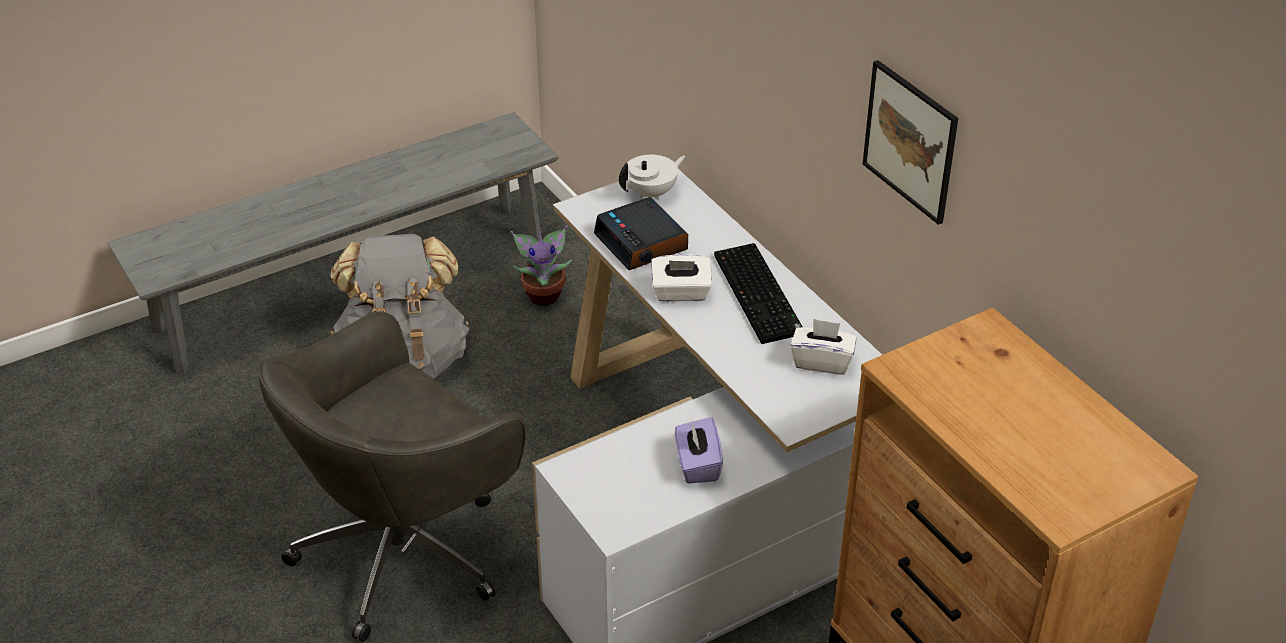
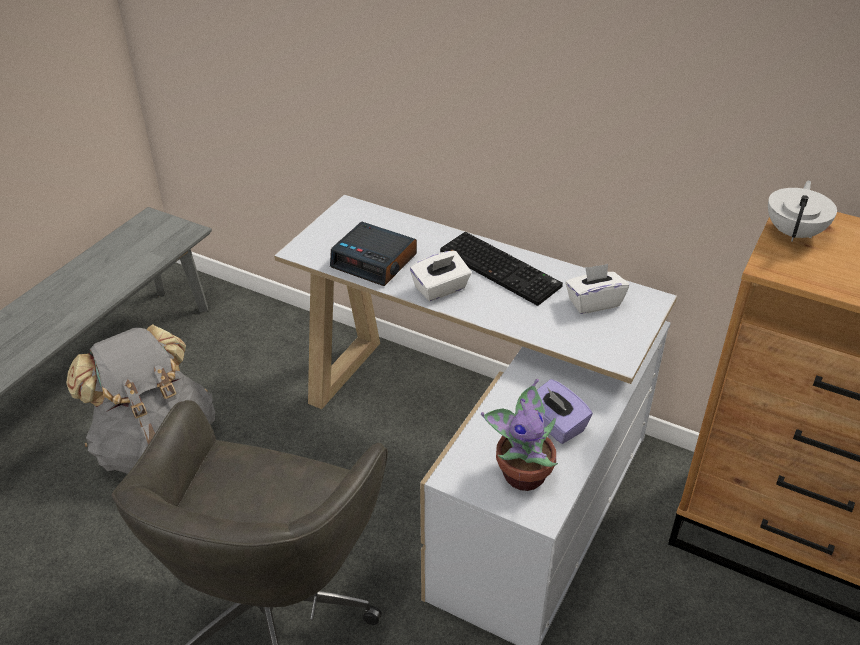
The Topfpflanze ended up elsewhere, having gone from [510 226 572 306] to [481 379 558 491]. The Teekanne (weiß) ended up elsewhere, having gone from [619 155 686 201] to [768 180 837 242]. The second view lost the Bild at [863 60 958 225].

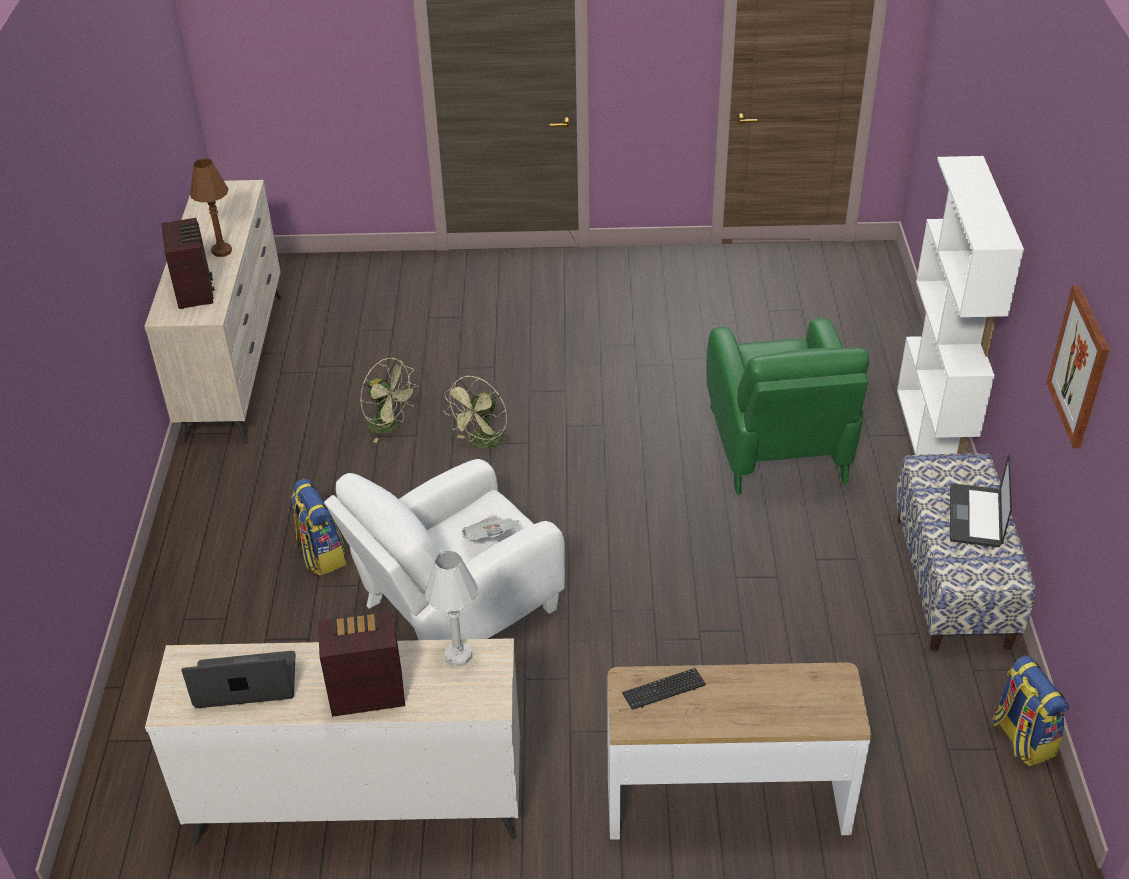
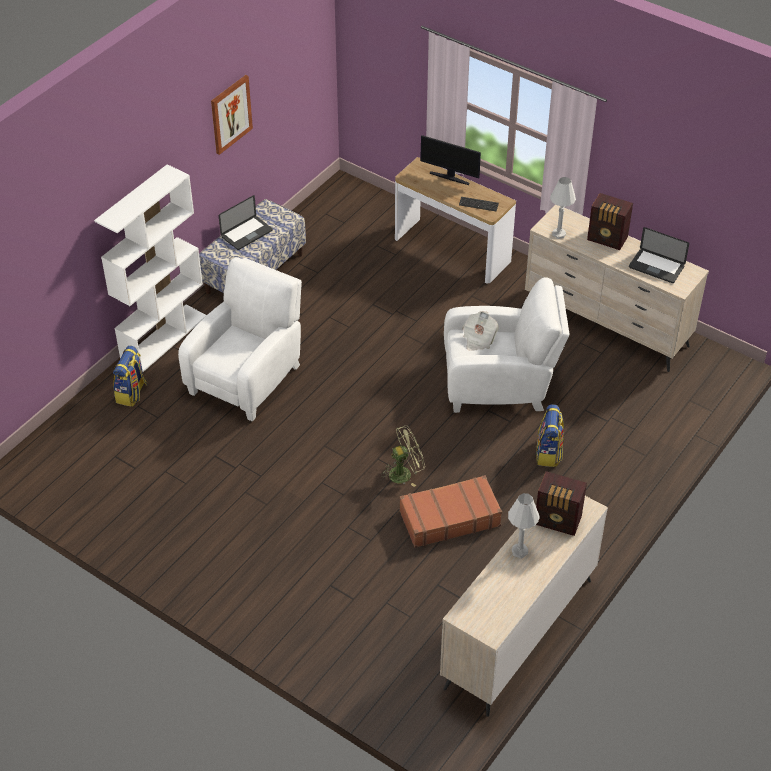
The Radio at [161 218 215 309] ended up facing another way, 90 degrees counterclockwise from before. What was the Tischlampe (braun) at [190 159 232 257] turned into the Tischlampe (weiß) at [508 493 540 559]. Where the Ventilator (grün) stood at [360 358 418 443], the Koffer (braun) came to stand at [400 475 502 548]. What was the Sessel (grün) at [706 318 869 495] turned into the Sessel (weiß) at [178 257 302 422]. The Rucksack ended up elsewhere, having gone from [992 655 1069 766] to [113 346 147 407]. The second view gained the Monitor at [420 135 481 185].

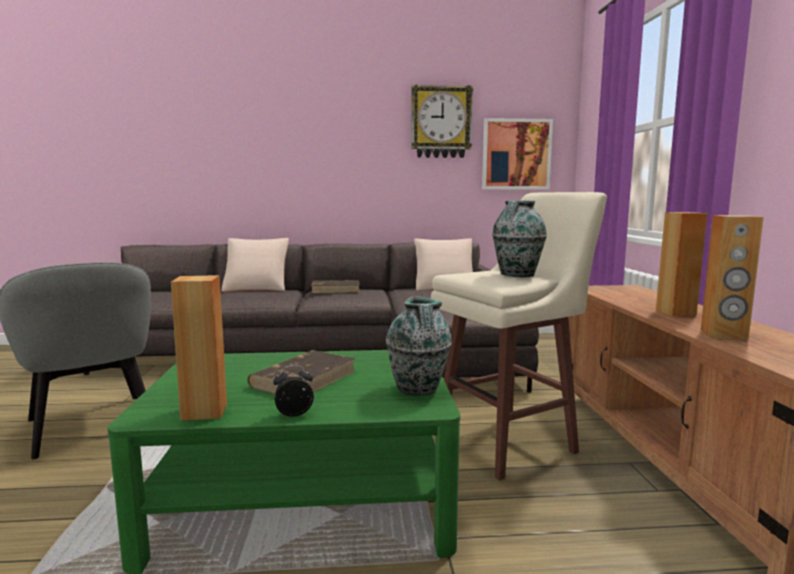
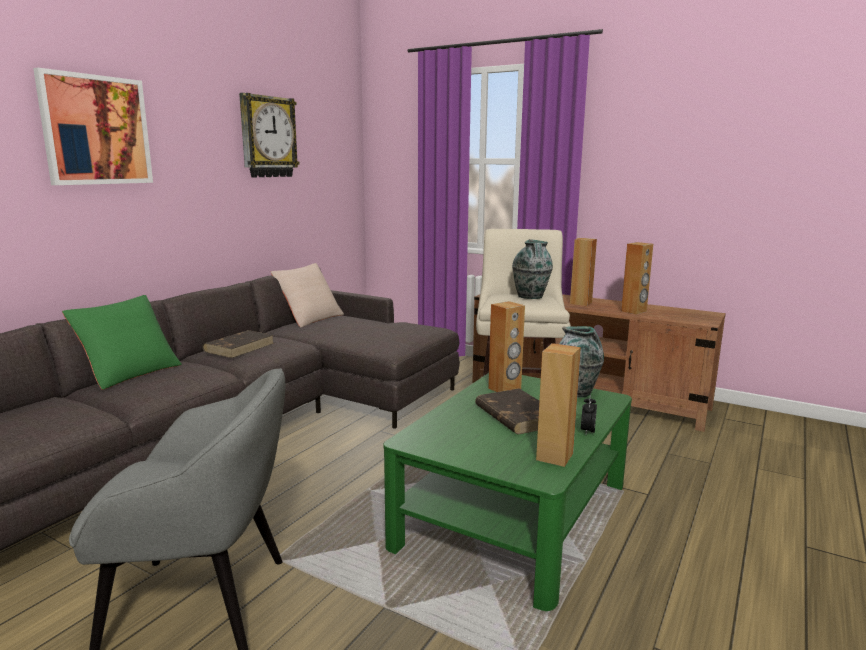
What was the Kissen (beige) at [222 238 289 292] turned into the Kissen (grün) at [62 295 182 390]. The Bild ended up elsewhere, having gone from [482 118 553 189] to [33 68 153 185]. The second view gained the Lautsprecher (braun) at [488 301 525 392].

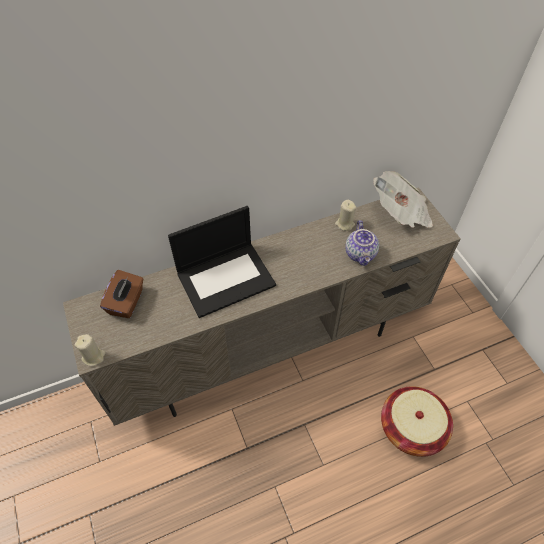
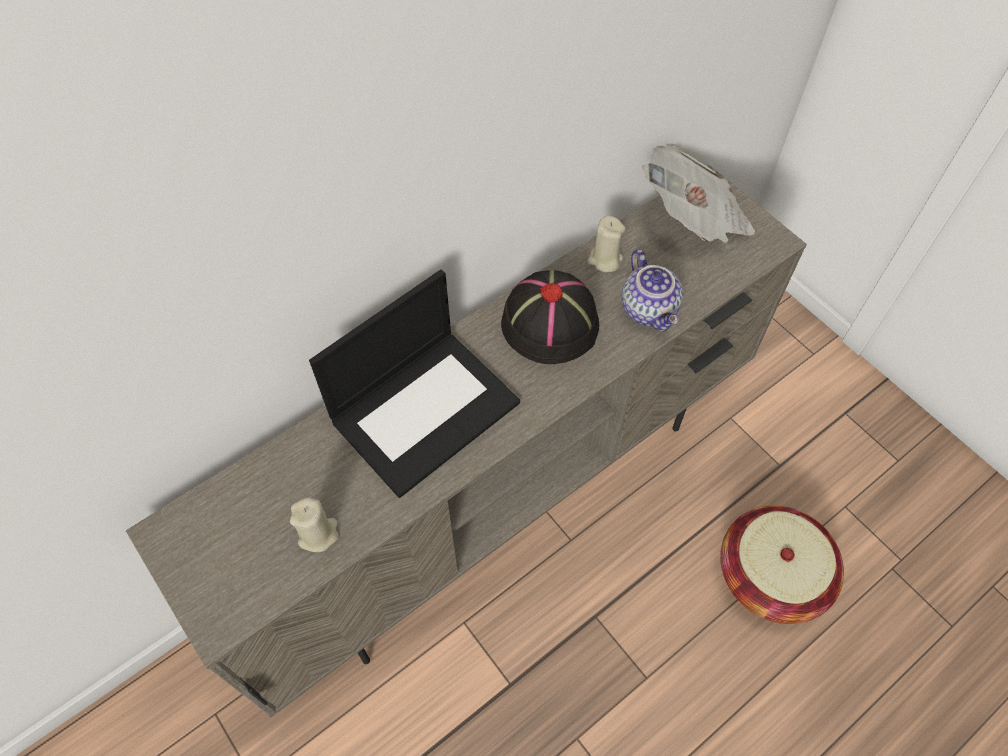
The Kerze (beige) ended up elsewhere, having gone from [74 334 106 366] to [290 497 338 552]. The second view lost the Taschentuchbox (braun) at [100 270 143 318]. The second view gained the Hut (schwarz) at [501 270 599 364].

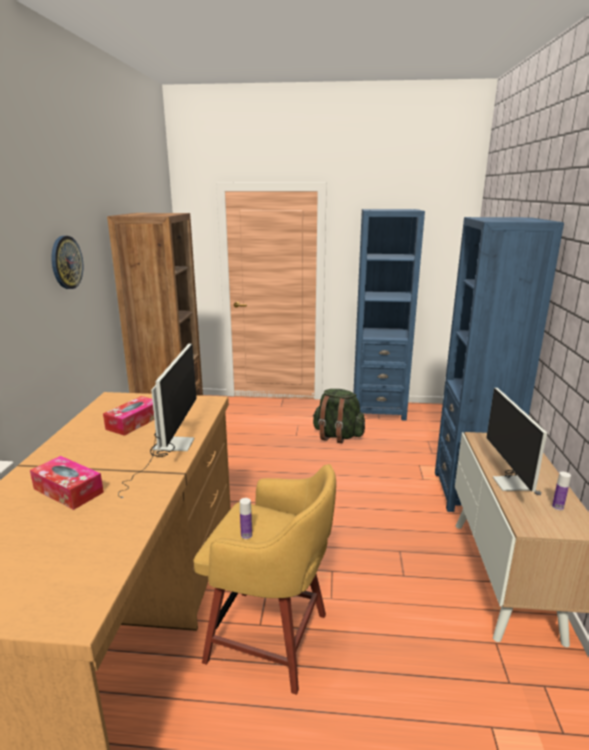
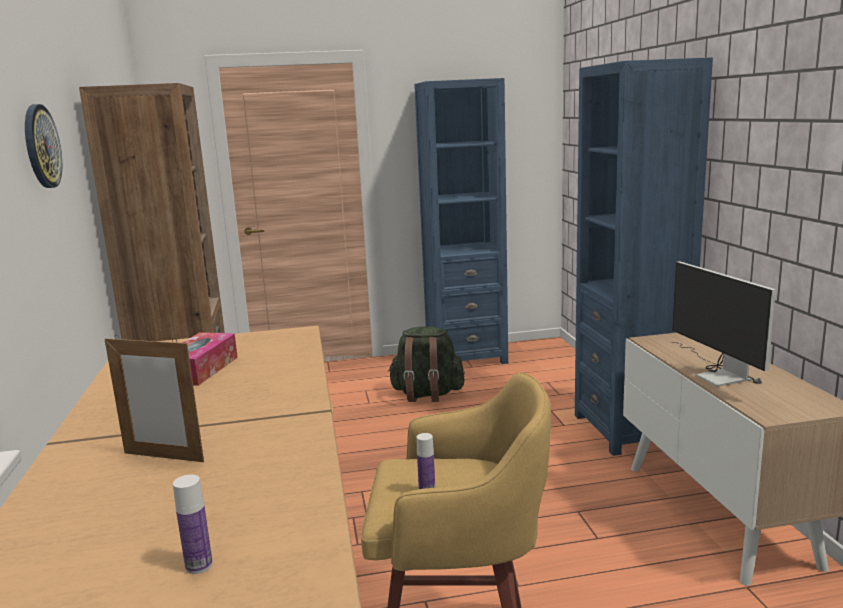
Where the Taschentuchbox stood at [30 456 104 510], the Bilderrahmen came to stand at [105 335 204 462]. The second view lost the Monitor at [118 344 197 498]. The Flasche ended up elsewhere, having gone from [552 472 571 510] to [173 475 213 574].

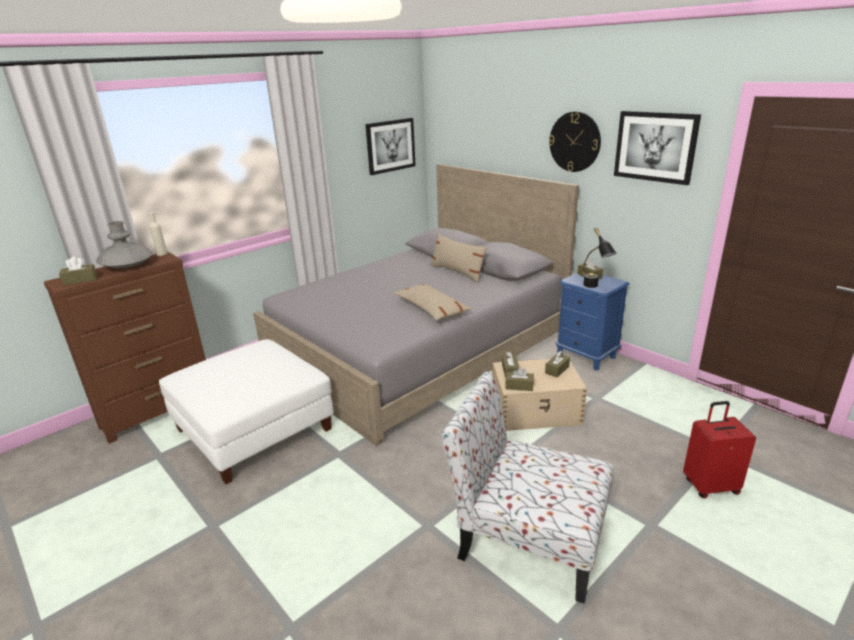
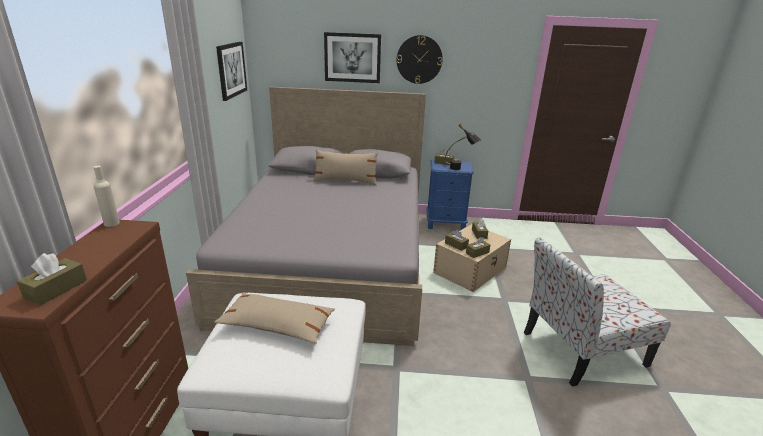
The second view lost the Vase (grau) at [96 221 152 269]. The Kissen (beige) ended up elsewhere, having gone from [393 284 472 321] to [214 292 335 344]. The Bild ended up elsewhere, having gone from [614 111 701 185] to [324 32 381 83]. The second view lost the Koffer (rot) at [683 401 756 498].

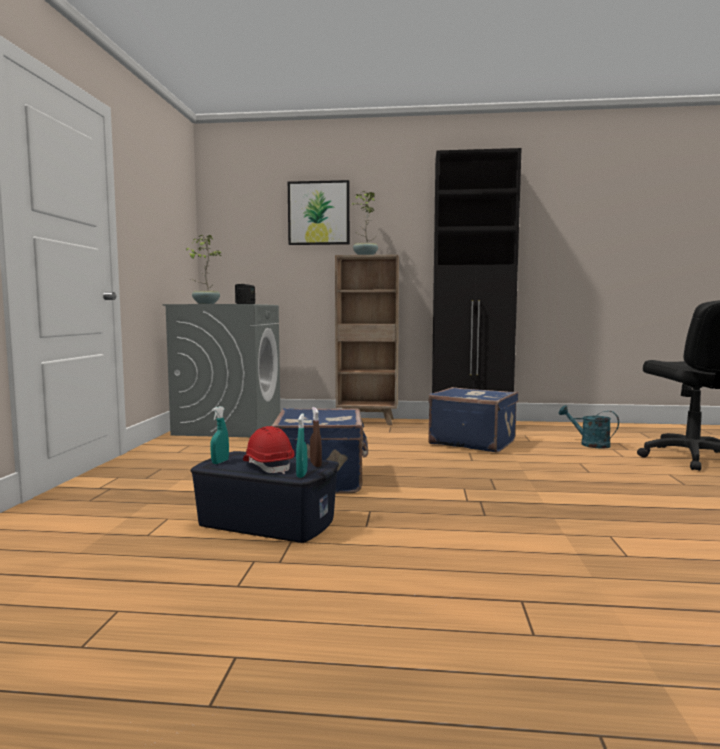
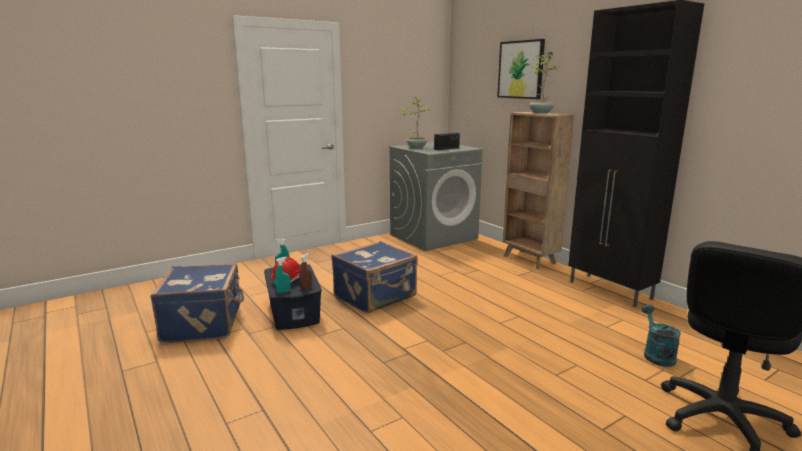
The Koffer (blau) ended up elsewhere, having gone from [428 387 518 453] to [150 263 244 343].

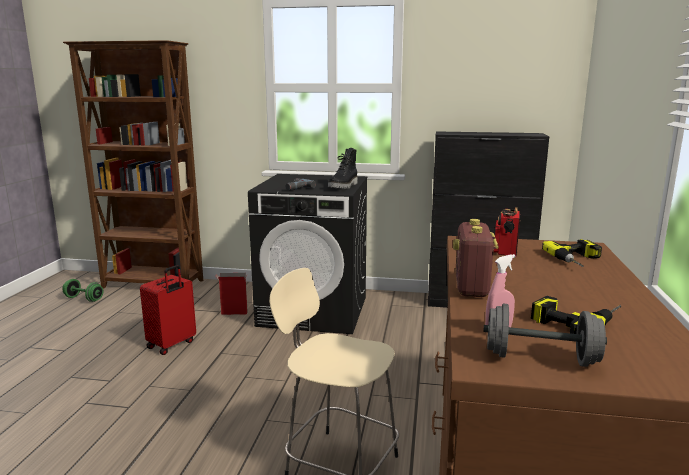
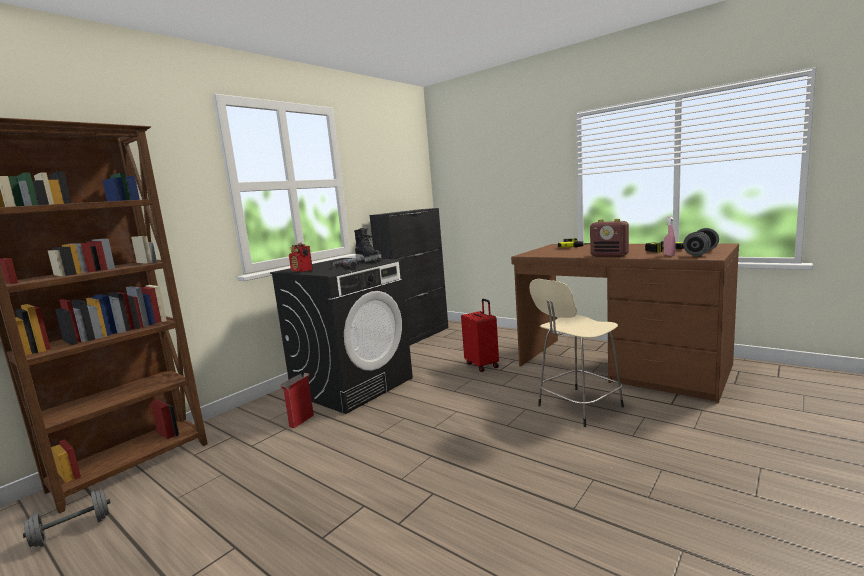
What was the Hantel (grün) at [62 279 103 302] turned into the Hantel (grau) at [23 491 110 547]. The Koffer (rot) ended up elsewhere, having gone from [140 265 196 355] to [461 299 499 372]. The Radio ended up elsewhere, having gone from [494 207 520 257] to [289 243 313 272].

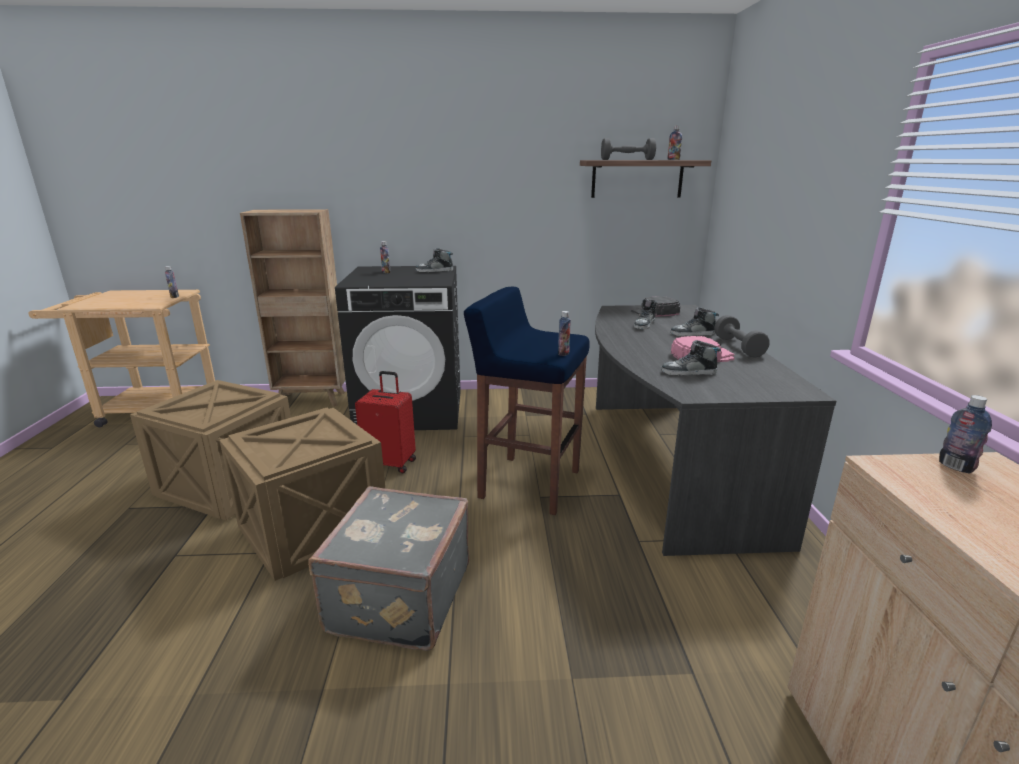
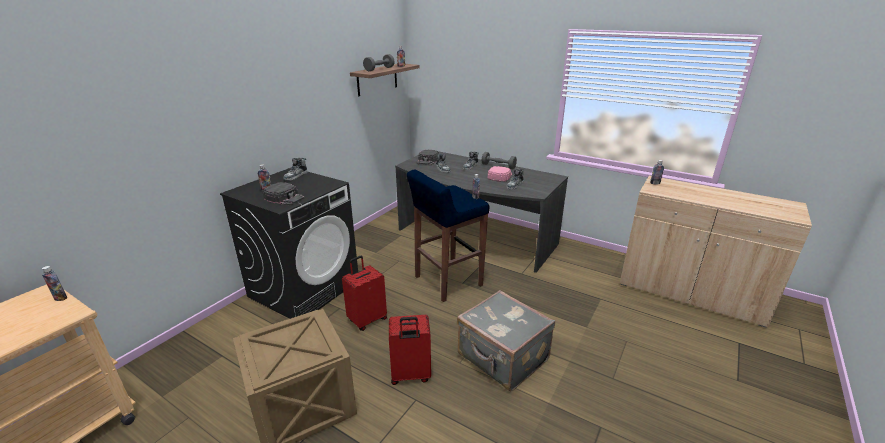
Where the Kiste stood at [219 408 385 581], the Koffer (rot) came to stand at [389 315 431 385]. The second view lost the Bücherregal (braun) at [240 209 345 407]. The second view gained the Kappe (schwarz) at [263 182 305 205].

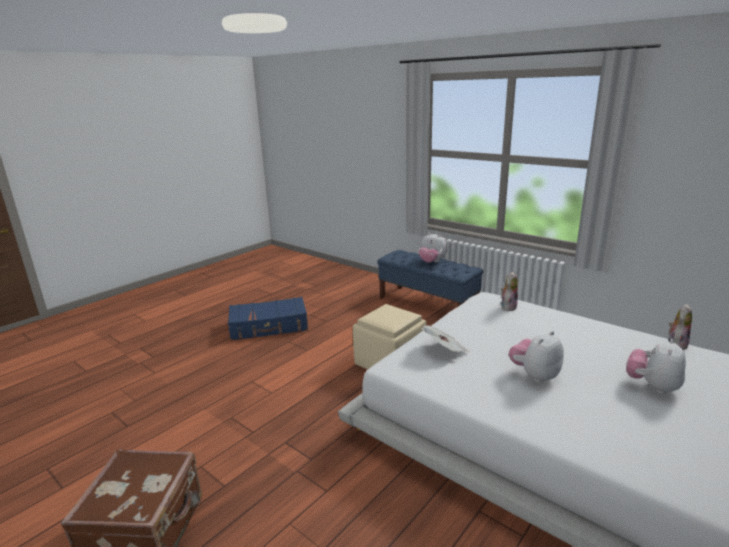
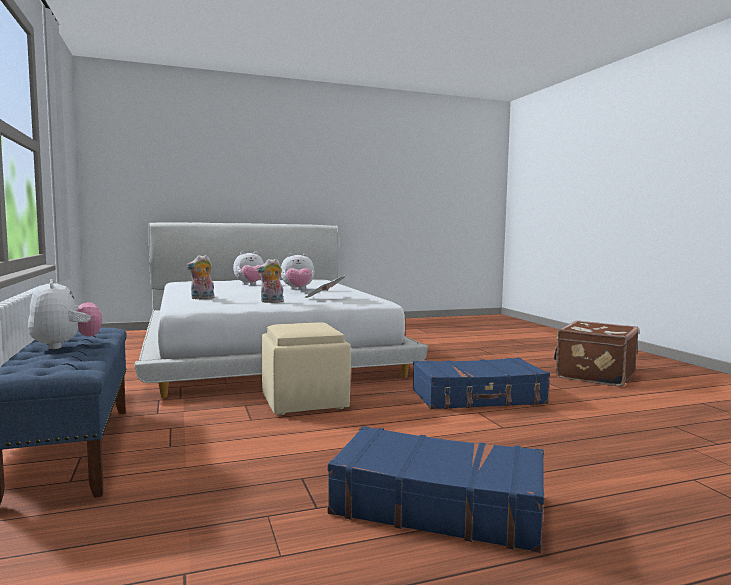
The Plüschtier ended up elsewhere, having gone from [668 304 692 350] to [257 259 284 303]. The second view gained the Koffer (blau) at [413 358 550 409].

